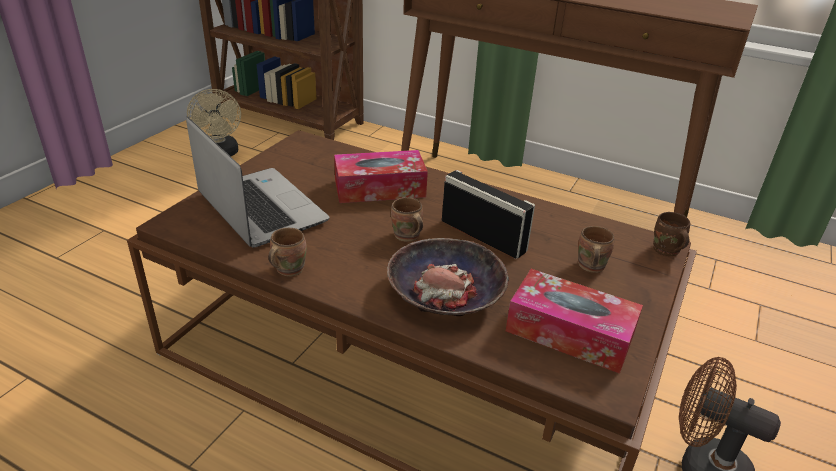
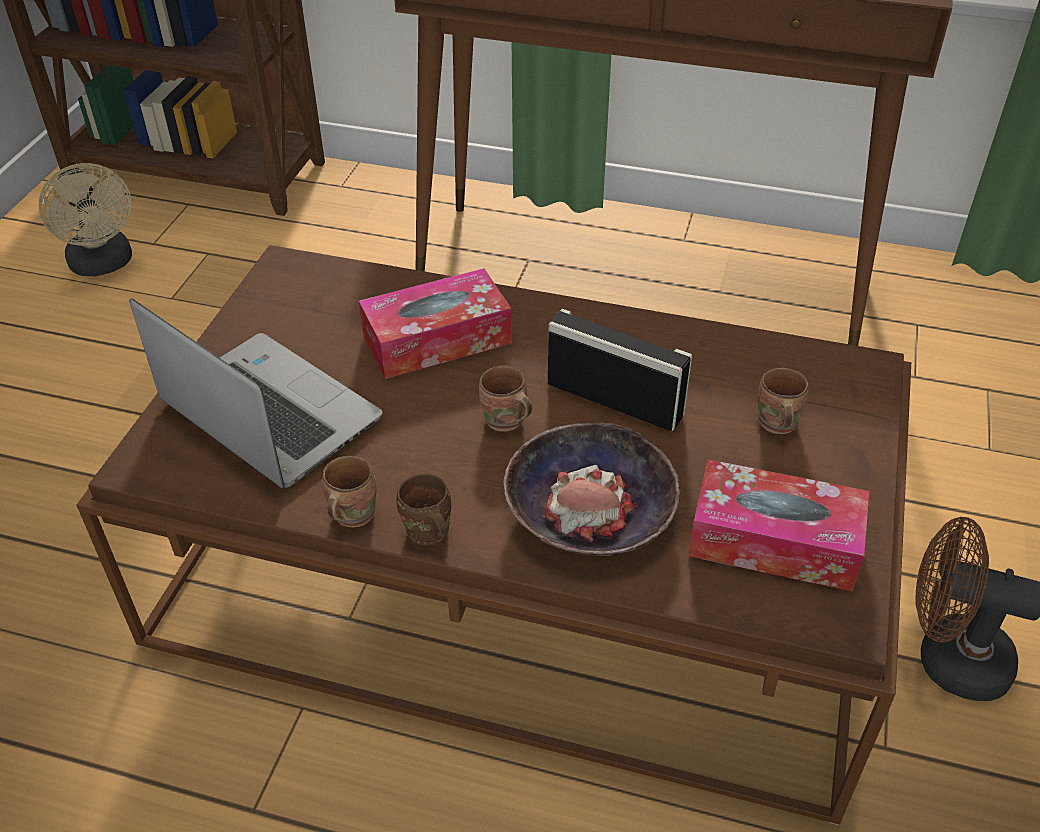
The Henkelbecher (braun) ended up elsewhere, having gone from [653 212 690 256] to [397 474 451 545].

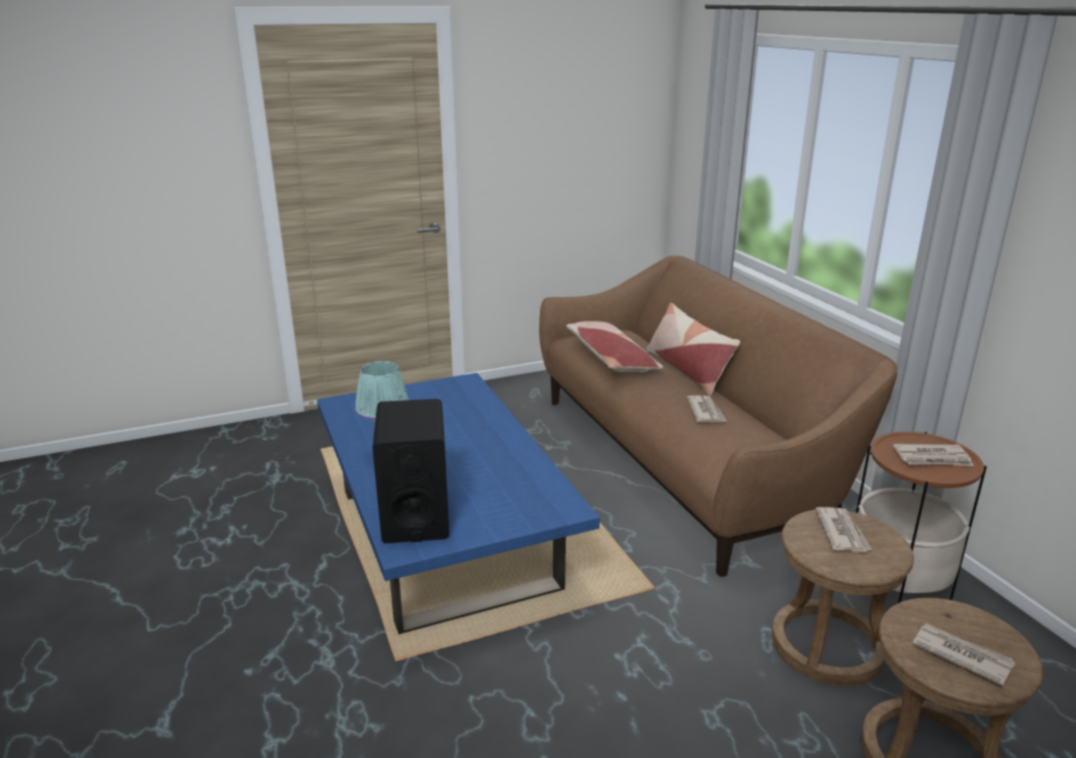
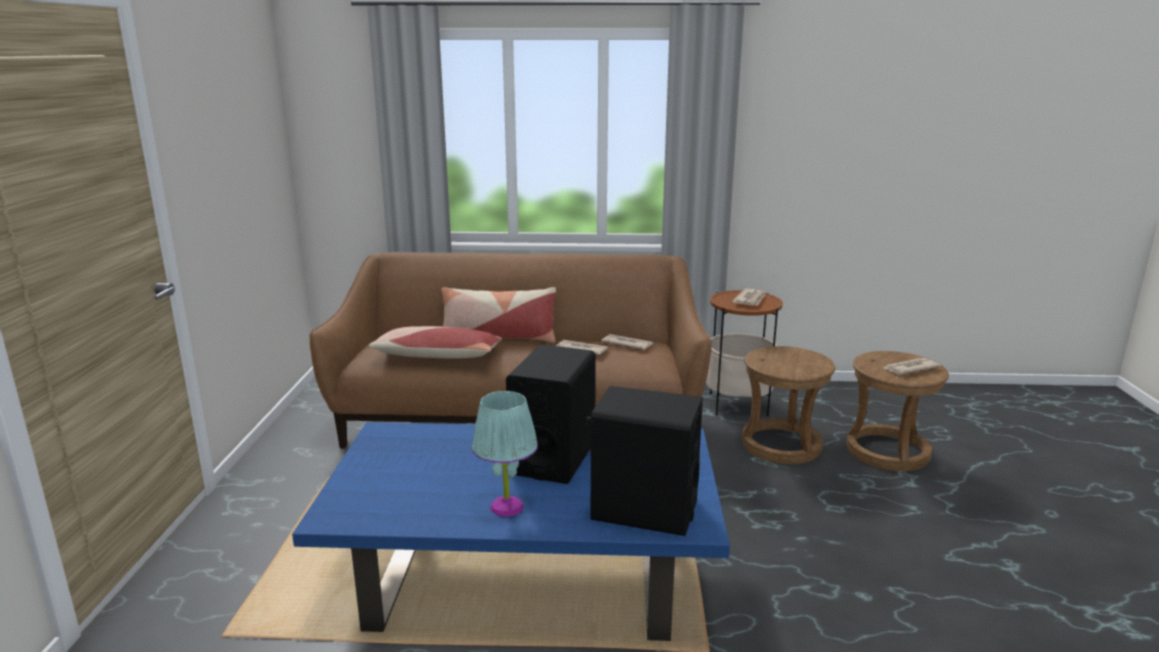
The Zeitung ended up elsewhere, having gone from [816 507 872 552] to [601 334 653 350]. The second view gained the Lautsprecher (schwarz) at [506 344 596 484].

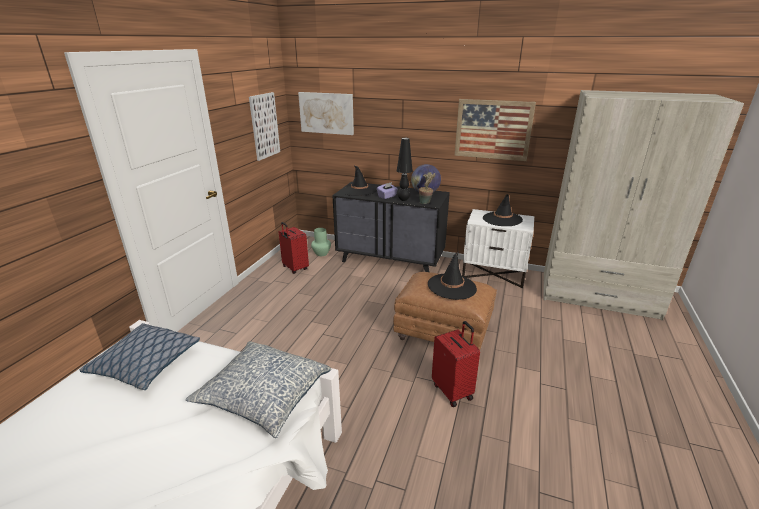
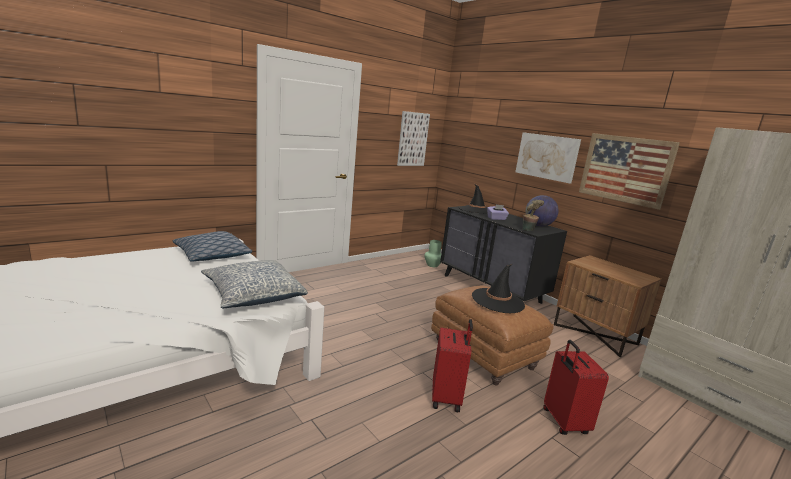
The Koffer (rot) ended up elsewhere, having gone from [279 222 309 274] to [544 340 609 435]. The Bild ended up elsewhere, having gone from [298 92 354 135] to [515 132 581 183]. The second view lost the Tischlampe (schwarz) at [397 138 413 201]. What was the Nachttisch (weiß) at [462 209 534 288] turned into the Nachttisch (braun) at [554 255 662 357]. The second view lost the Hut (schwarz) at [483 194 523 226].

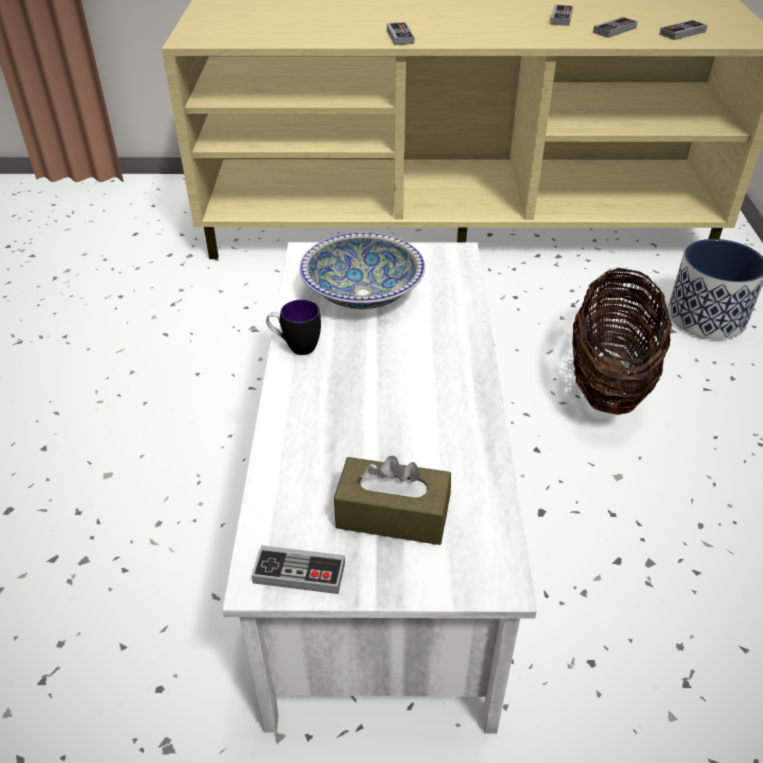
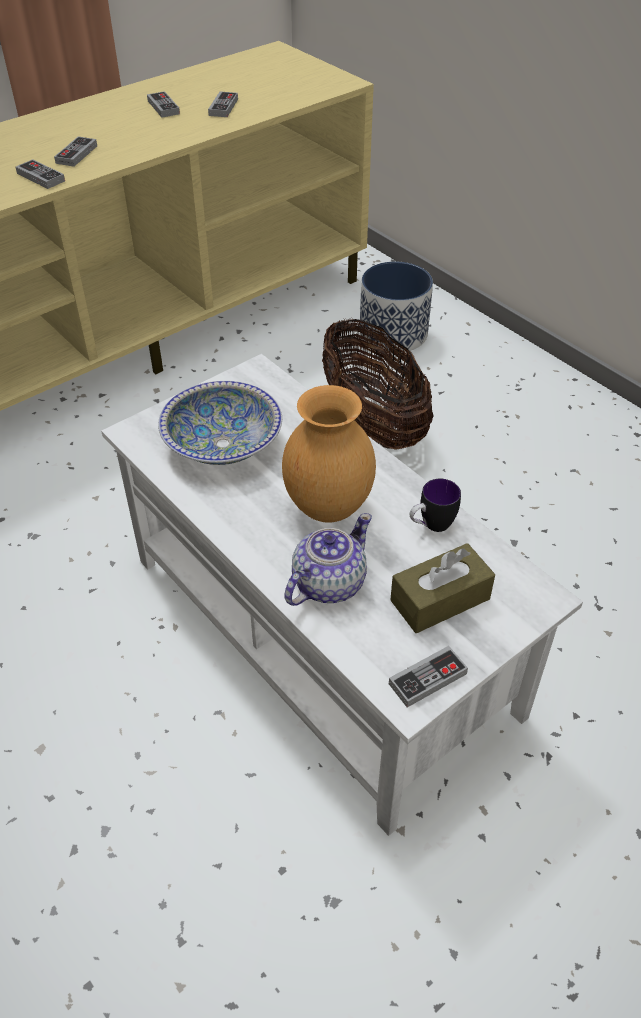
The Henkelbecher ended up elsewhere, having gone from [266 300 321 355] to [410 479 461 532]. The Gamepad ended up elsewhere, having gone from [659 20 708 40] to [54 137 97 167]. The second view gained the Vase (braun) at [282 385 376 523]. The second view gained the Teekanne at [284 513 372 606].

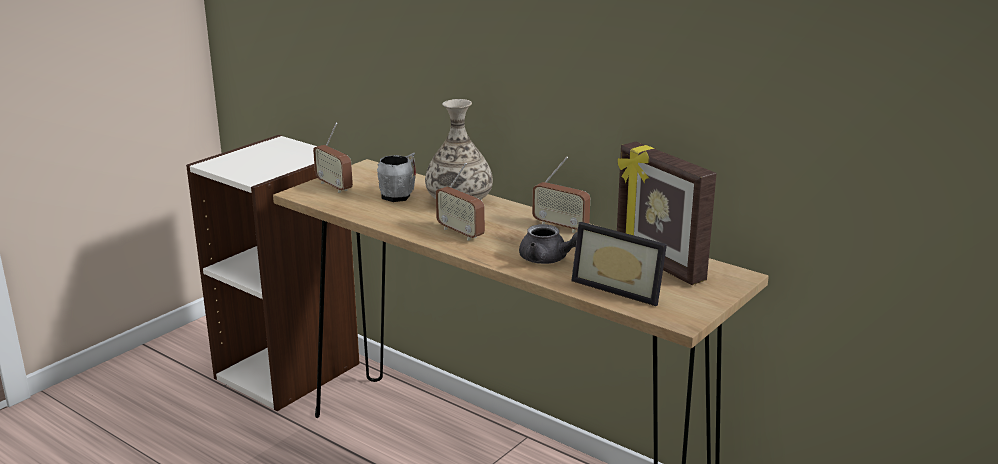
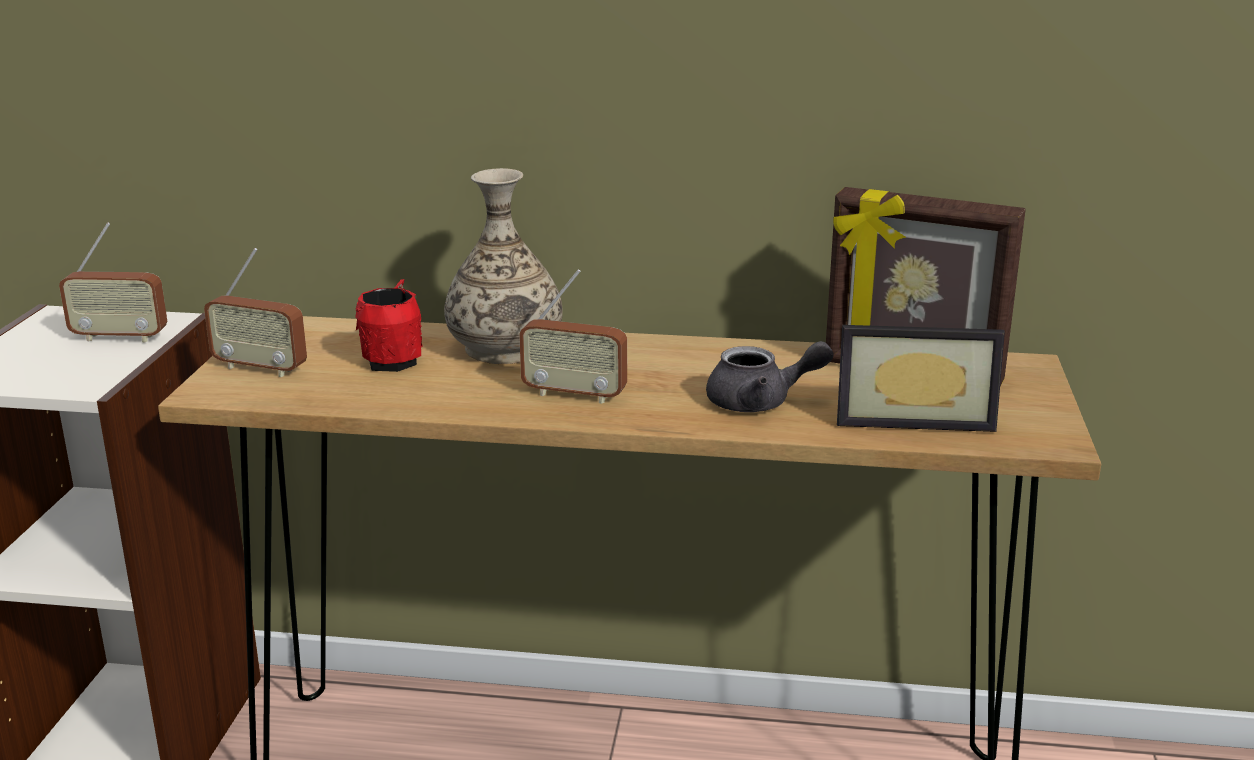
What was the Henkelbecher (grau) at [377 153 416 202] turned into the Henkelbecher (rot) at [355 279 423 372]. The Radio ended up elsewhere, having gone from [532 157 590 233] to [59 222 167 343].

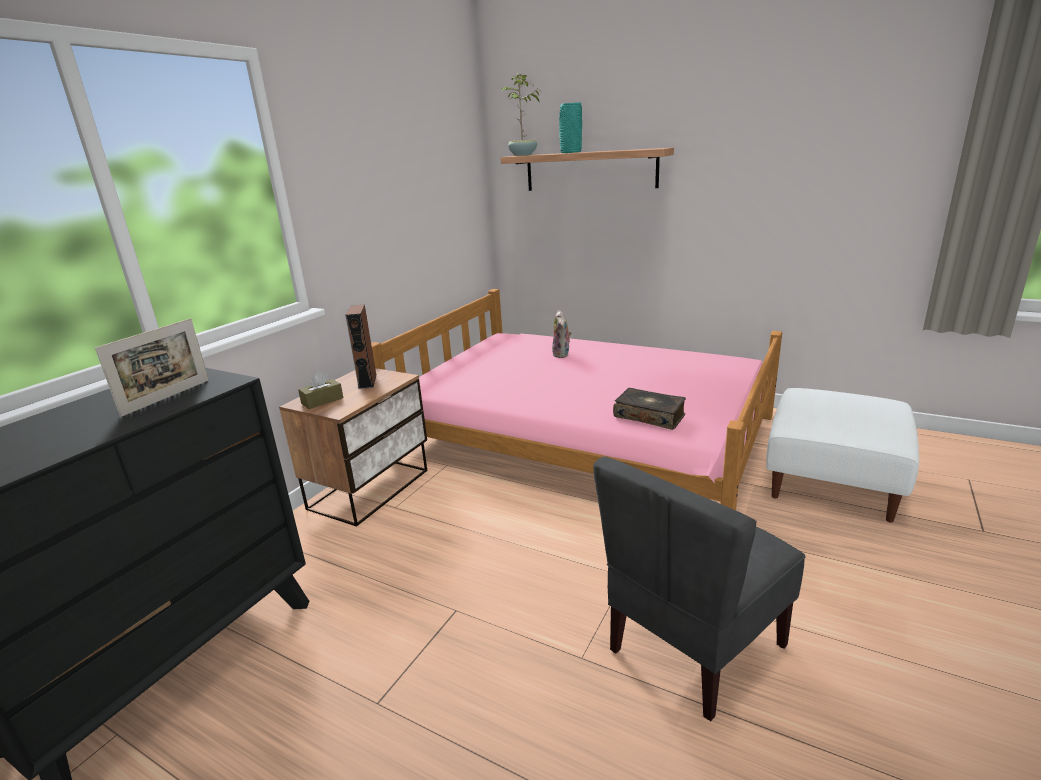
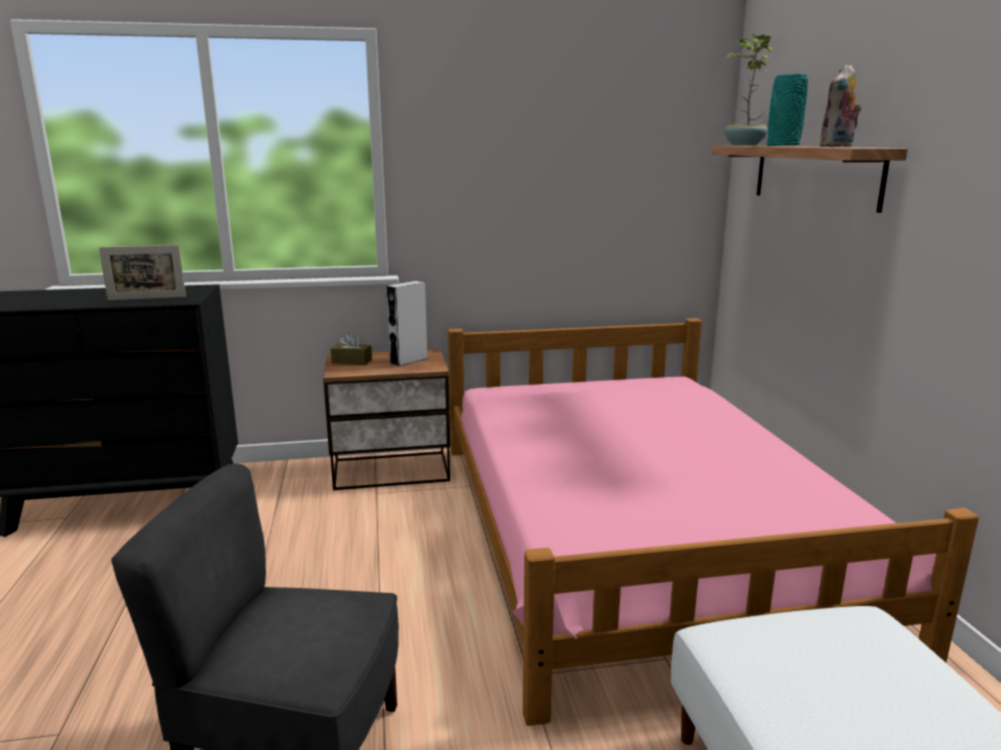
What was the Lautsprecher (braun) at [345 304 377 389] turned into the Lautsprecher (grau) at [386 281 428 366]. The Plüschtier ended up elsewhere, having gone from [552 310 572 358] to [819 65 862 147]. The second view lost the Buch at [613 388 686 430].

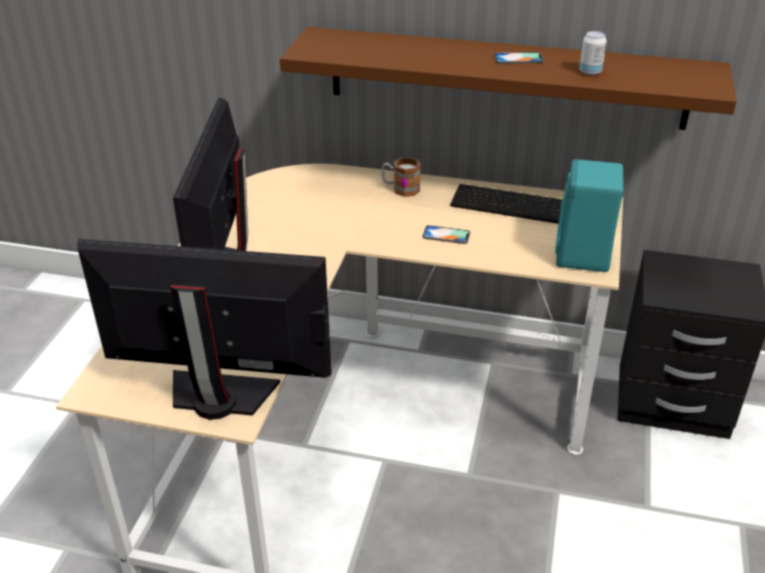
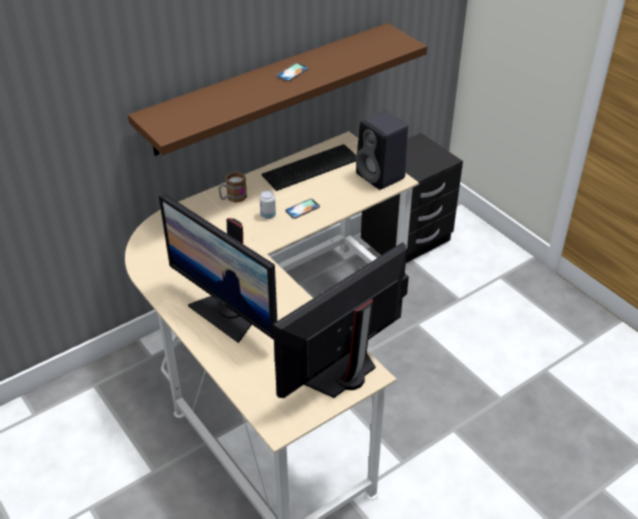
What was the Lautsprecher (türkis) at [555 159 624 272] turned into the Lautsprecher (schwarz) at [356 110 408 190]. The Dose ended up elsewhere, having gone from [579 31 607 75] to [260 190 276 219].

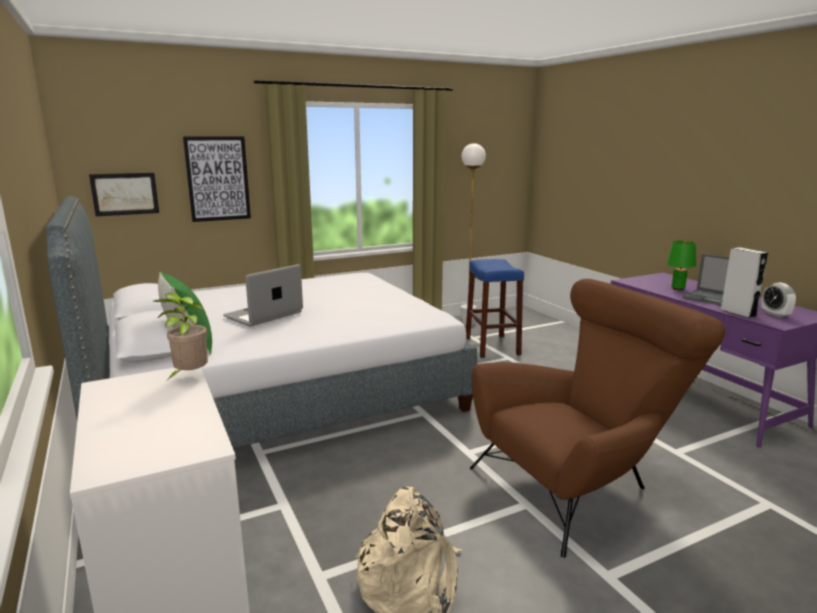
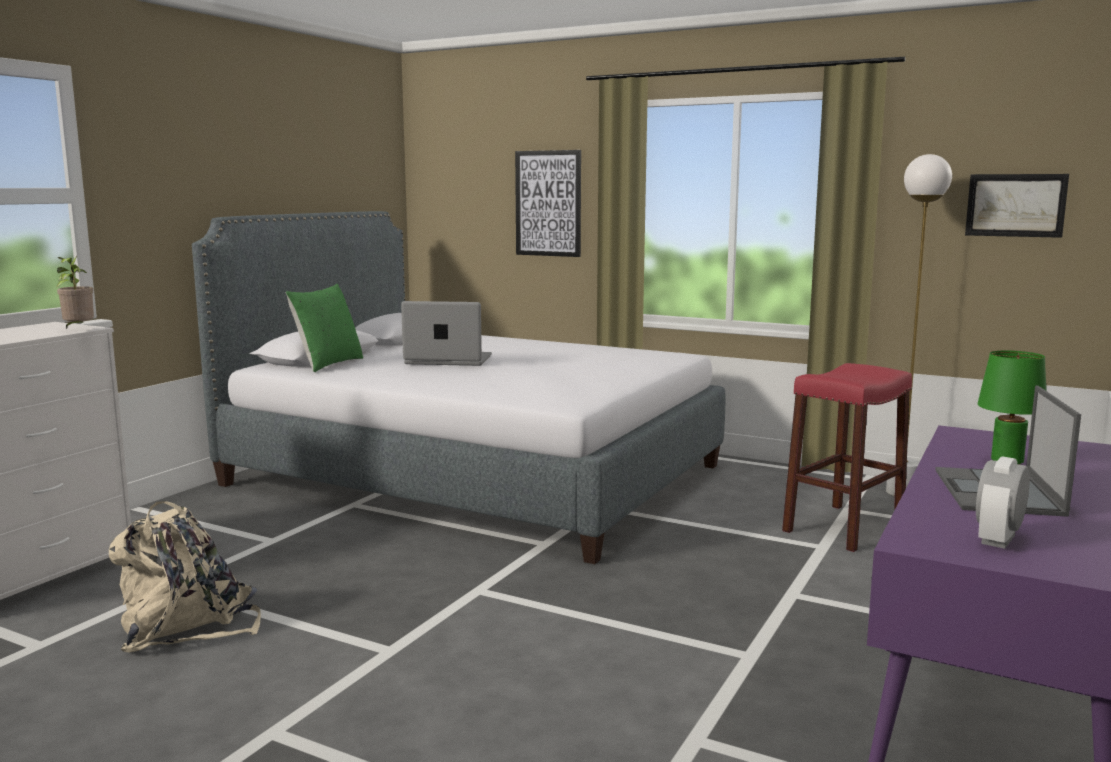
The Bild ended up elsewhere, having gone from [89 173 159 216] to [965 174 1069 238]. What was the Hocker (blau) at [466 259 524 358] turned into the Hocker (rot) at [782 363 912 552]. The second view lost the Sessel (braun) at [470 279 725 558]. The second view lost the Lautsprecher (grau) at [721 247 768 318].

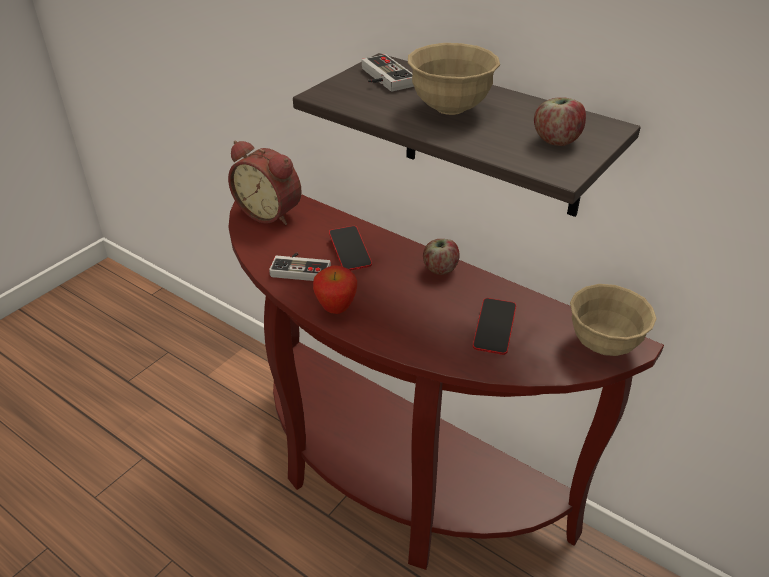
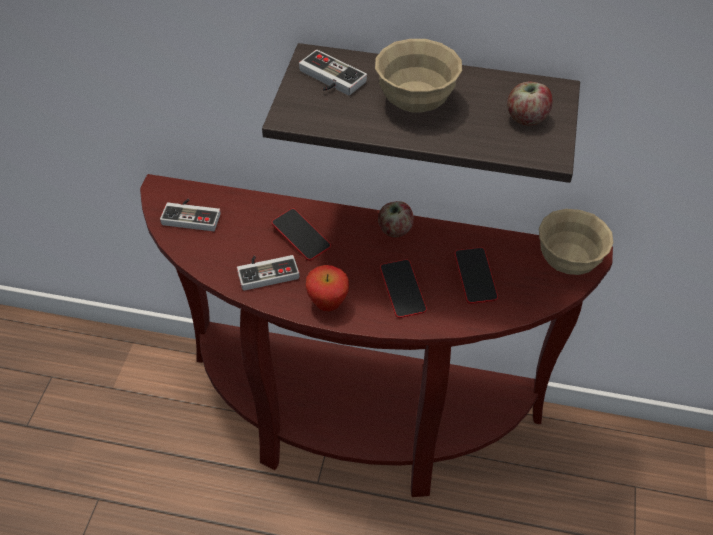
Where the Wecker stood at [228 141 302 225], the Gamepad came to stand at [160 198 221 231]. The second view gained the Handy at [380 259 427 318].

